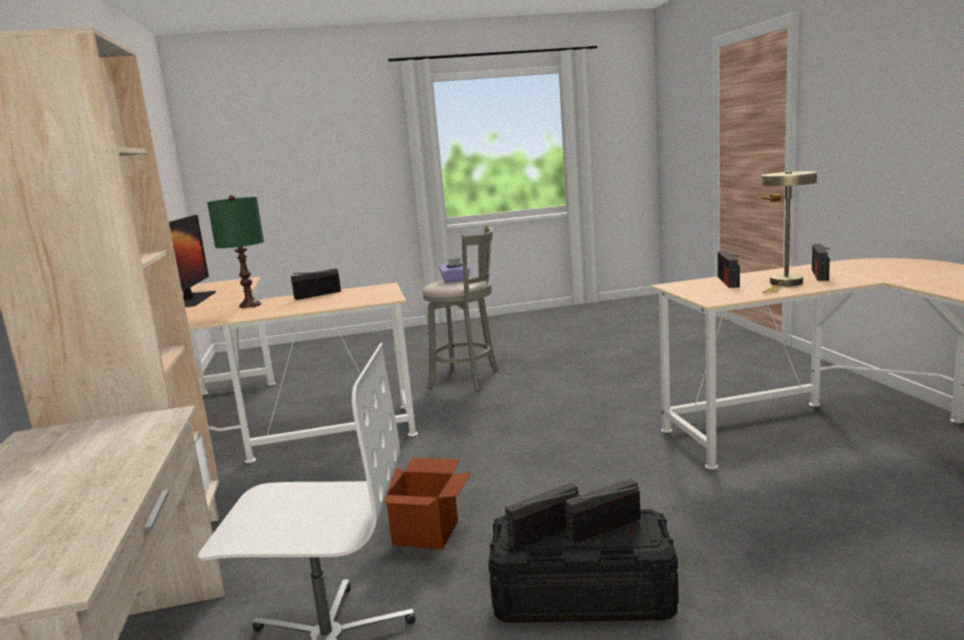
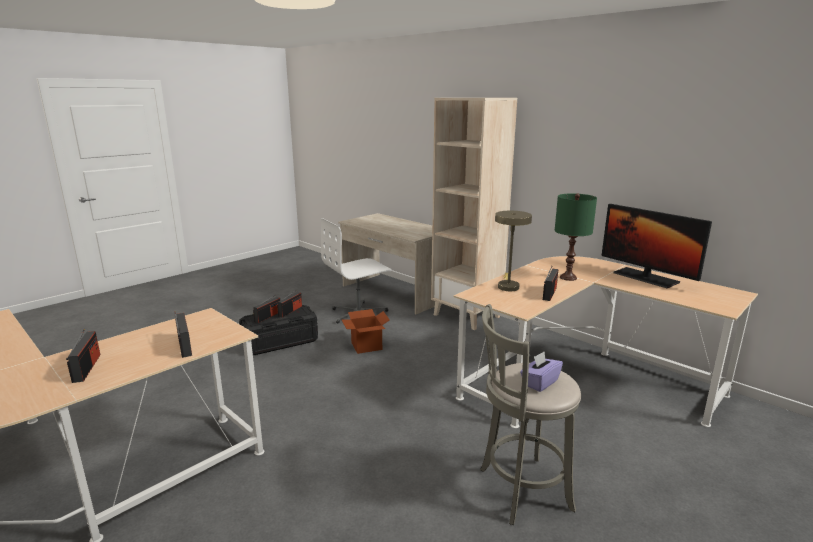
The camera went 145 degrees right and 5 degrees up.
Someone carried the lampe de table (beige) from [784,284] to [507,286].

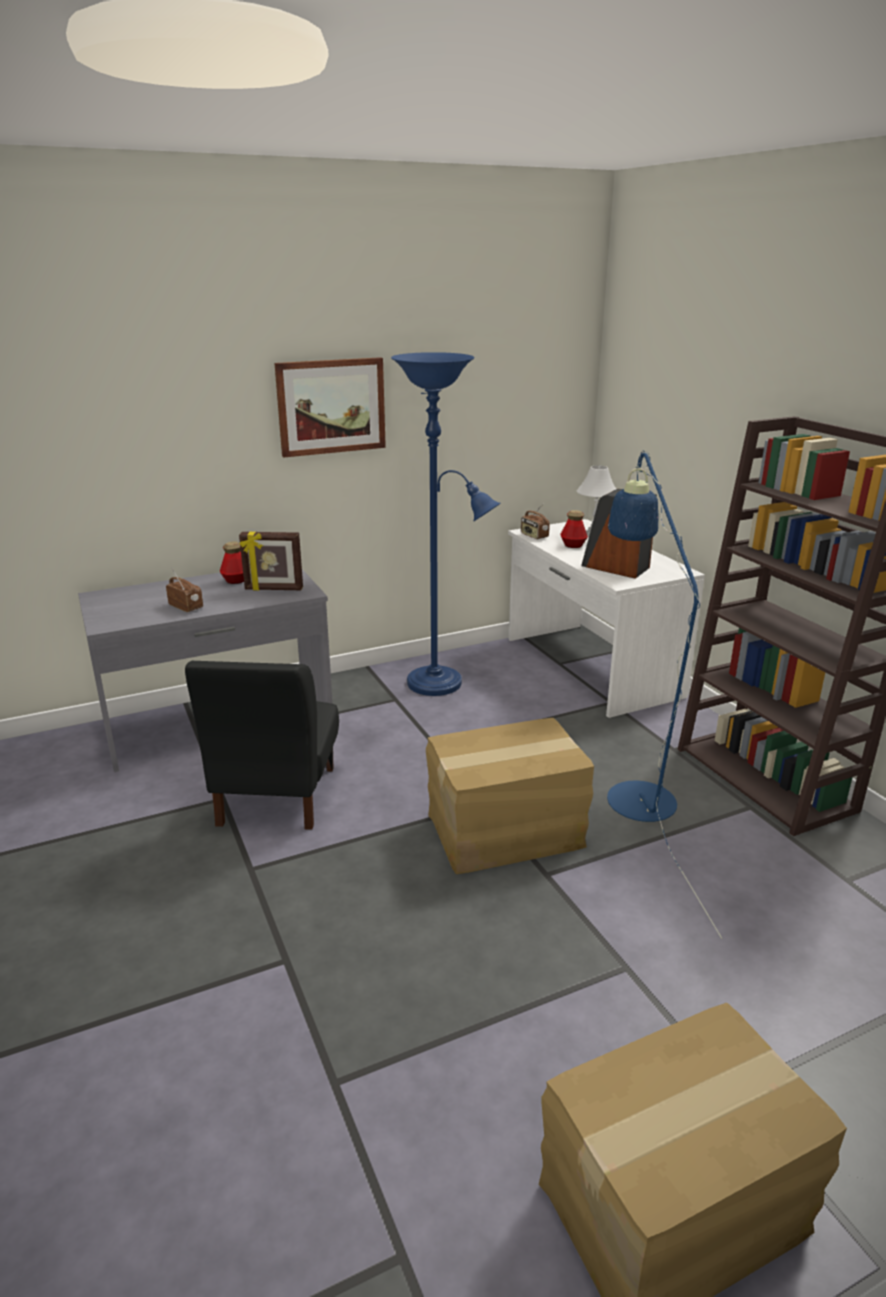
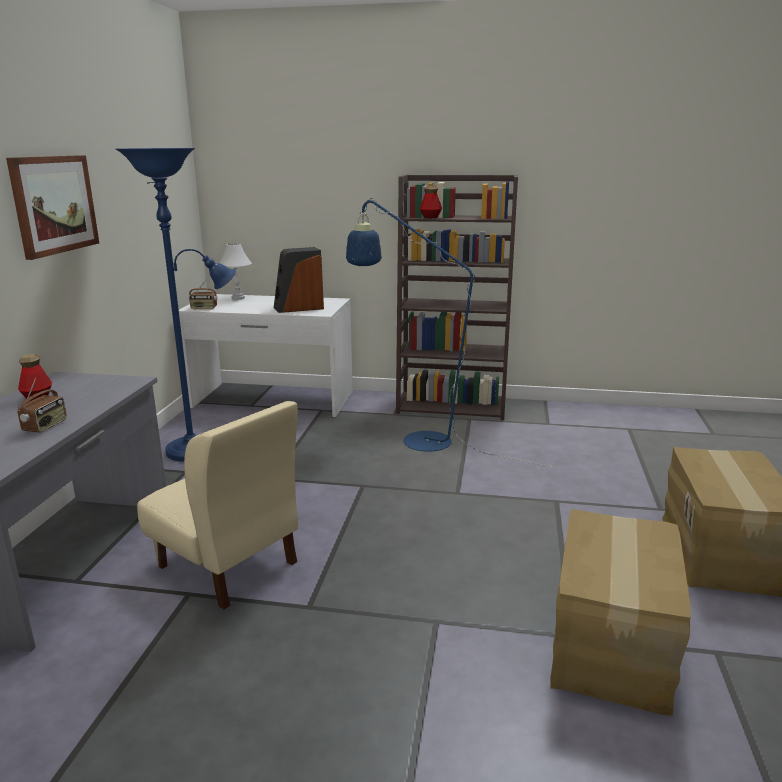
The camera went 55 degrees left and 5 degrees down.
Someone rotated the radio at [186,607] by 120 degrees clockwise.
Someone repainted the chaise (noir) at [276,796], which became the chaise (beige) at [228,565].
Someone carried the bouteille from [573,545] to [430,217].
Someone carried the carton from [505,832] to [613,646].
Someone took away the cadre photo at [273,589].

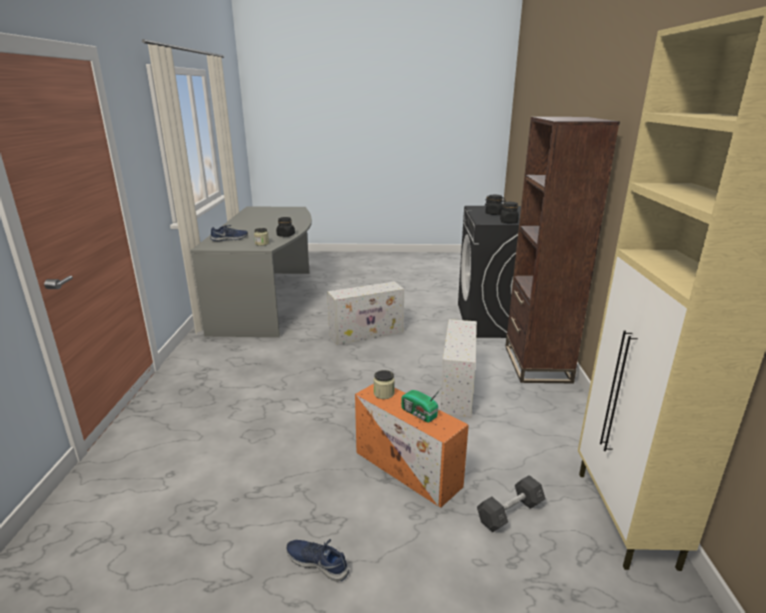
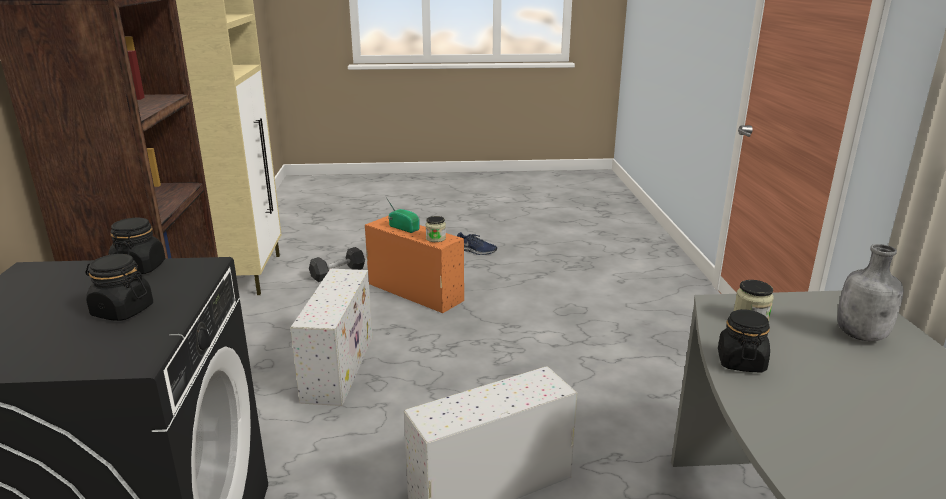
The camera went 175 degrees right and 0 degrees up.
Someone swapped the chaussure (bleu) at [230,239] for the bouteille (gris) at [862,335].

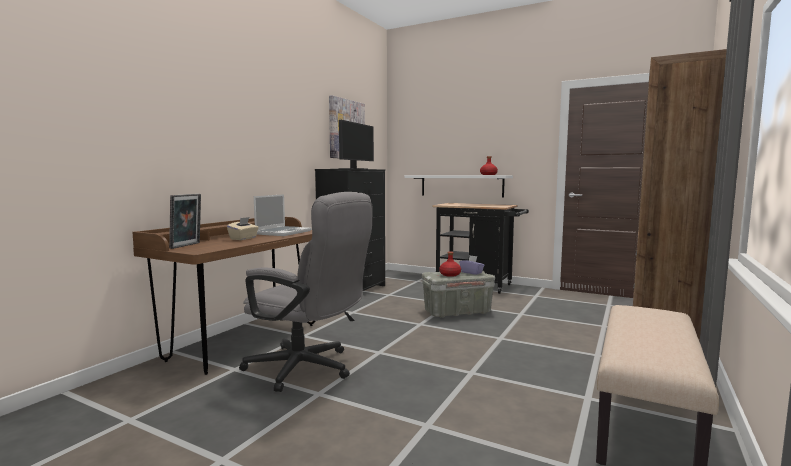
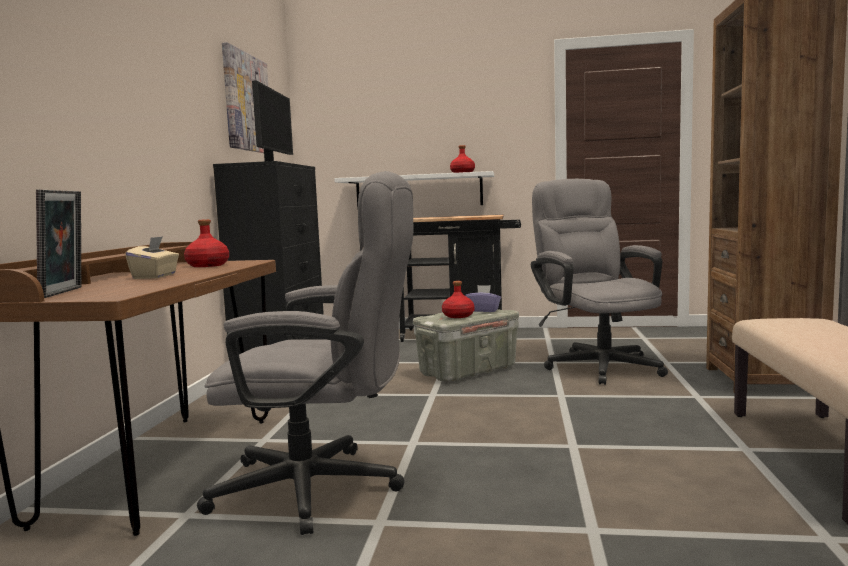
The camera went 20 degrees left and 0 degrees up.
Someone swapped the ordinateur portable at [283,232] for the bouteille (rouge) at [207,265].
Someone put down the chaise de bureau (gris) at [597,364].

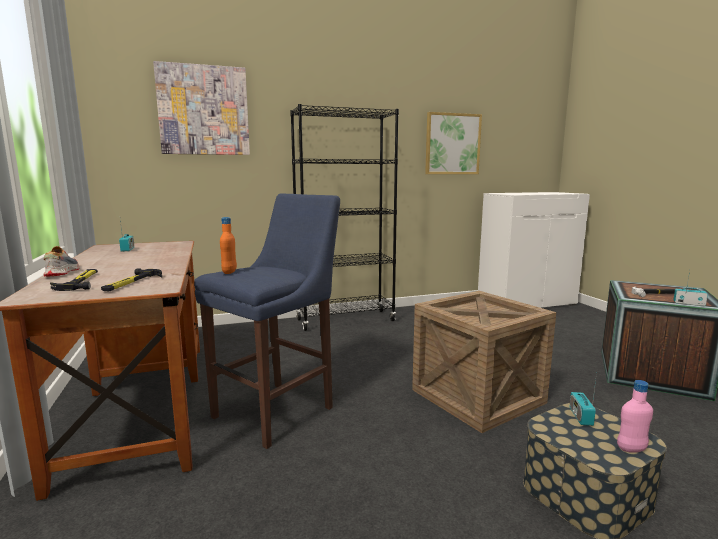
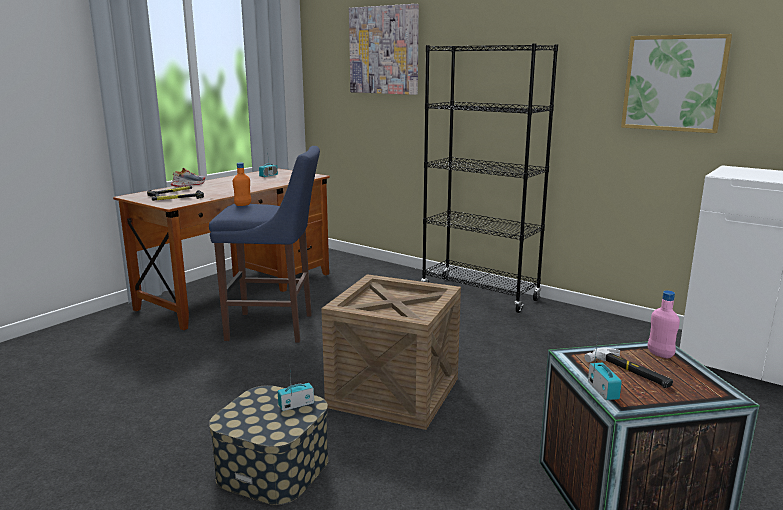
The camera went 55 degrees right and 5 degrees up.
Someone carried the bouteille (rose) from [631,449] to [660,354].

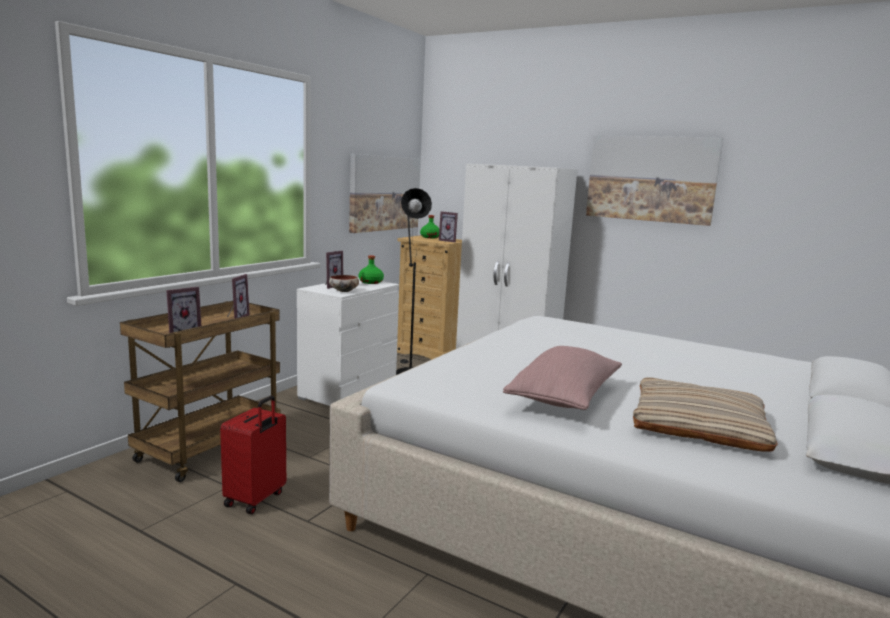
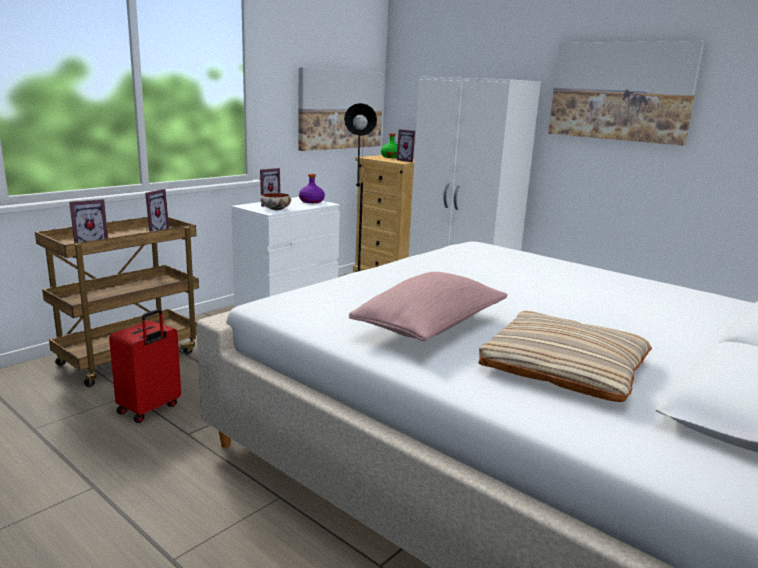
The camera went 10 degrees right and 5 degrees up.
Someone repainted the bouteille (vert) at [370,282], which became the bouteille (violet) at [311,201].

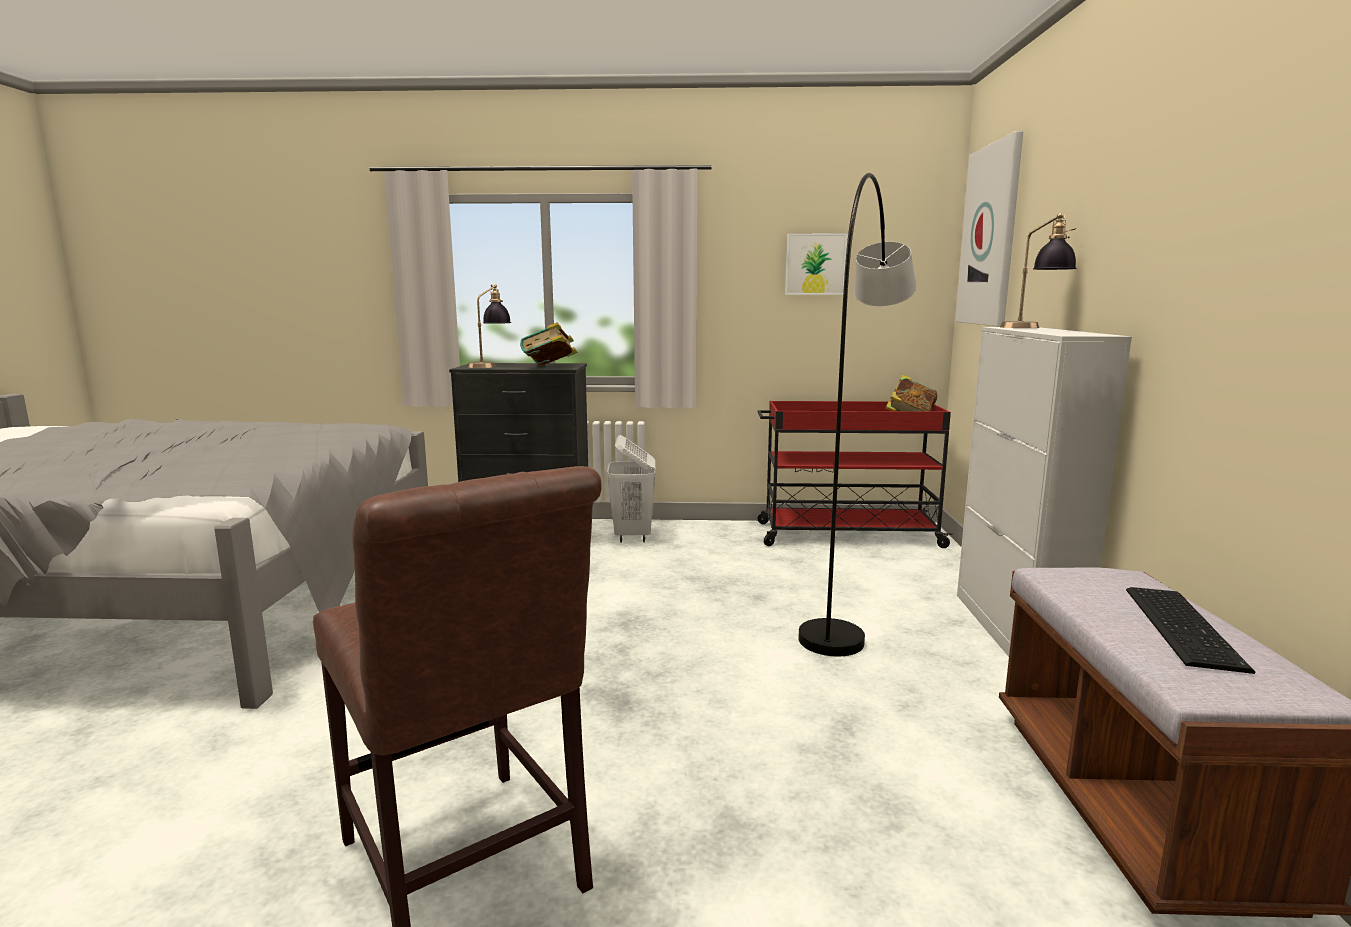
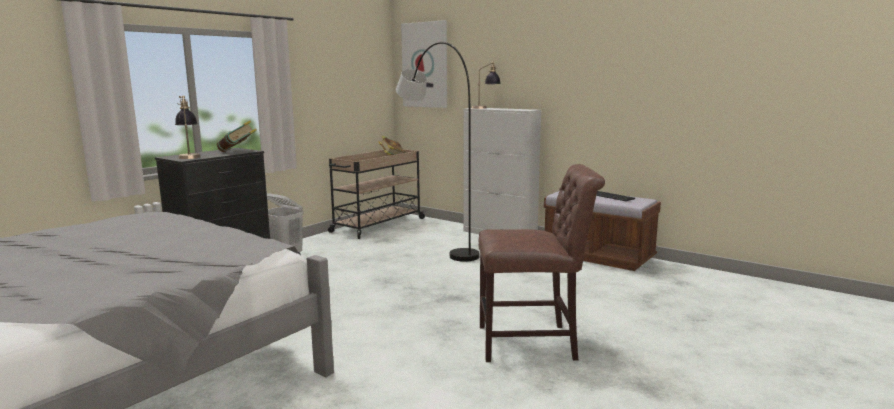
The camera went 55 degrees left and 0 degrees up.
Someone repainted the chariot (rouge) at [846,535], which became the chariot (beige) at [377,225].
Someone took away the tableau at [815,264].

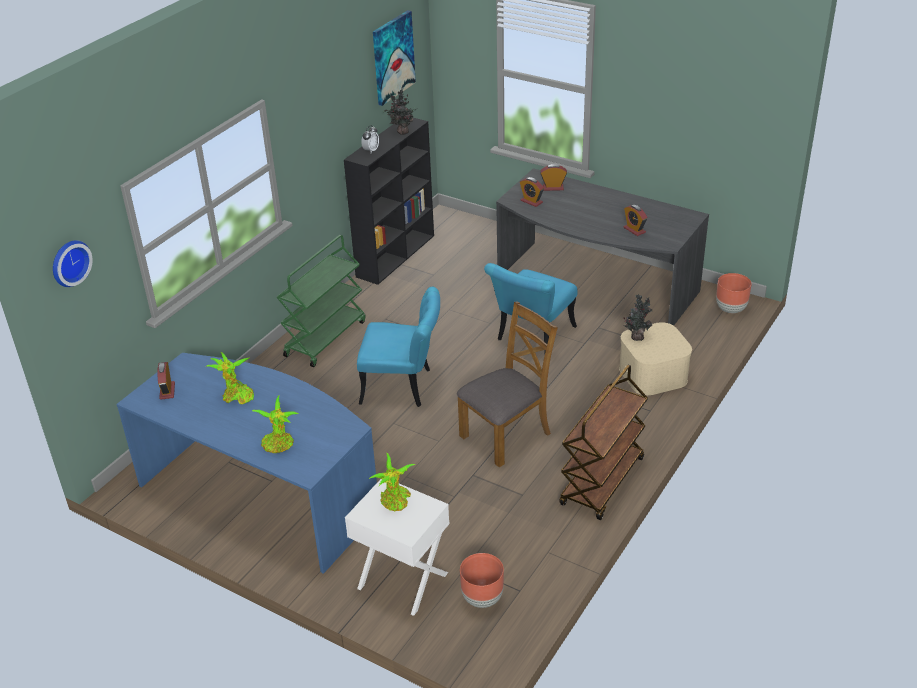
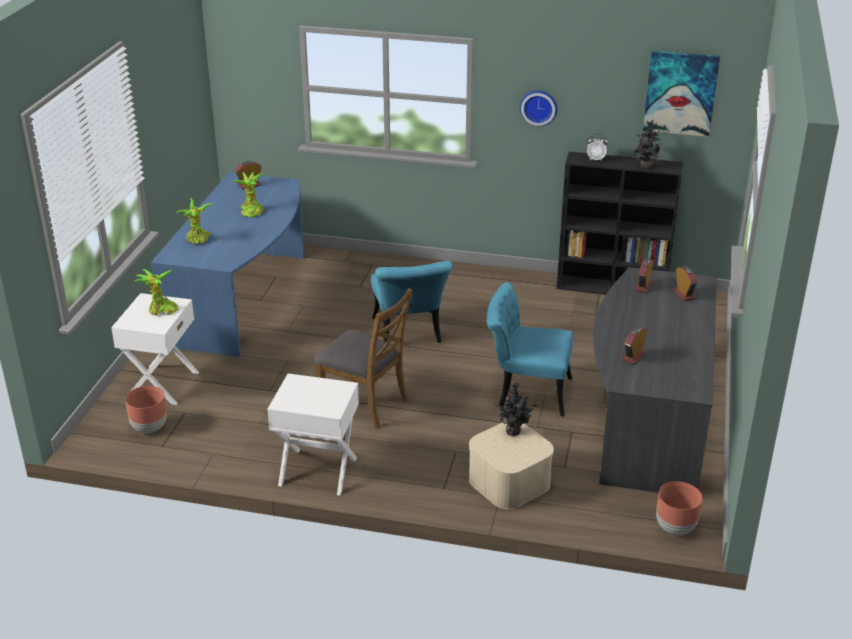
The camera went 70 degrees right and 5 degrees down.
Someone swapped the chariot (marron) at [602,482] for the table de chevet (blanc) at [317,472].
Someone carried the horloge murale from [69,262] to [539,107].
Someone took away the chariot (vert) at [325,338].

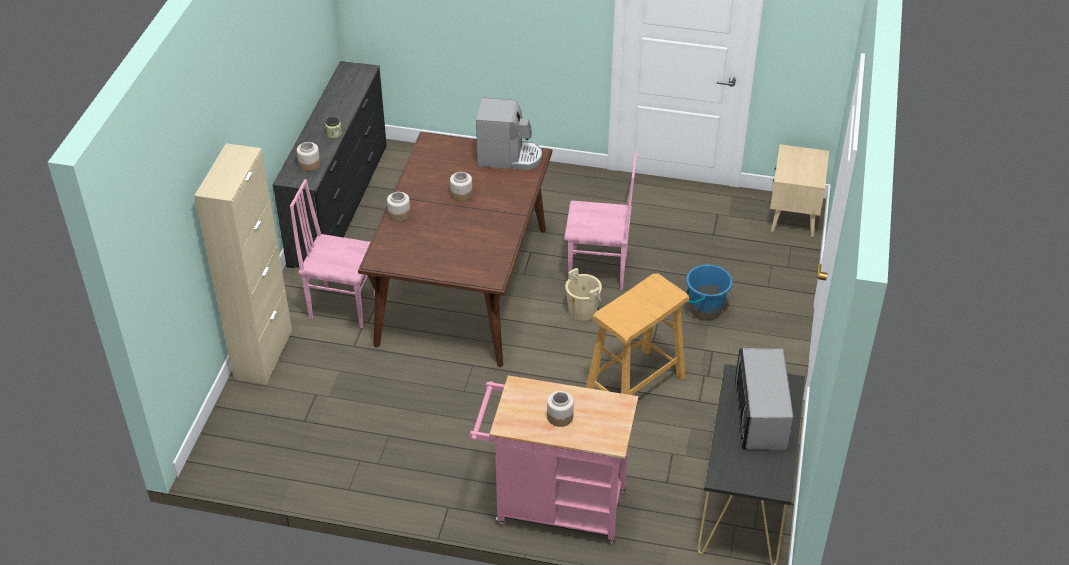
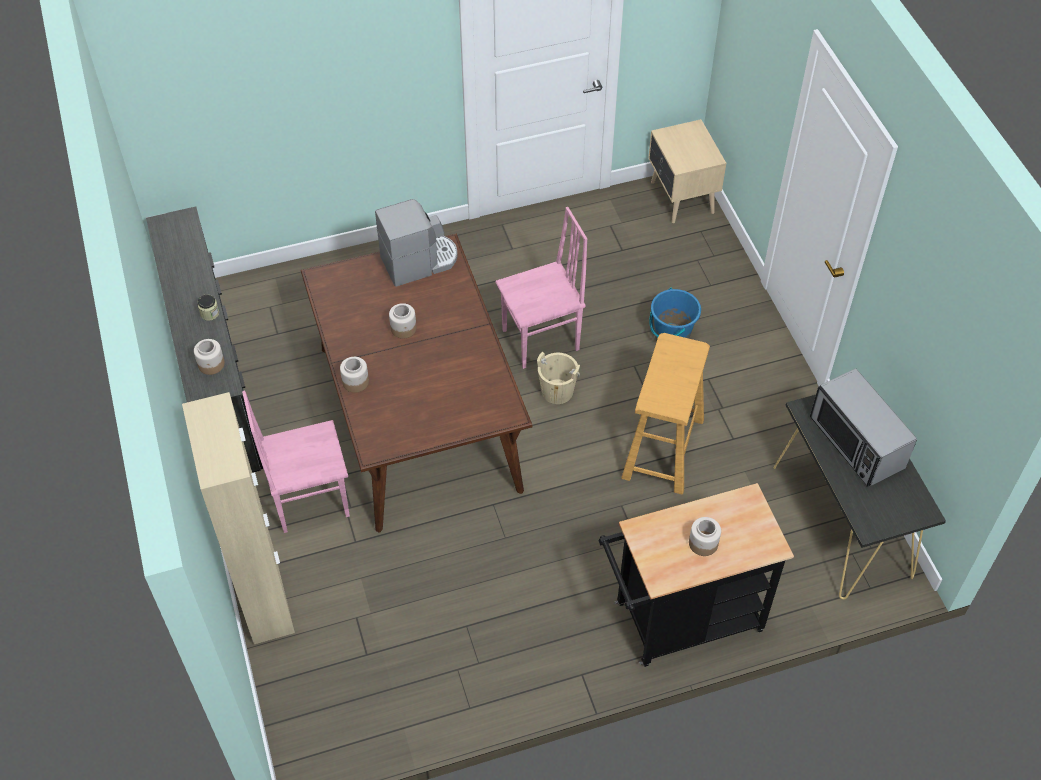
The camera went 30 degrees left and 10 degrees up.
Someone repainted the chariot (rose) at [553,506], which became the chariot (noir) at [680,620].

